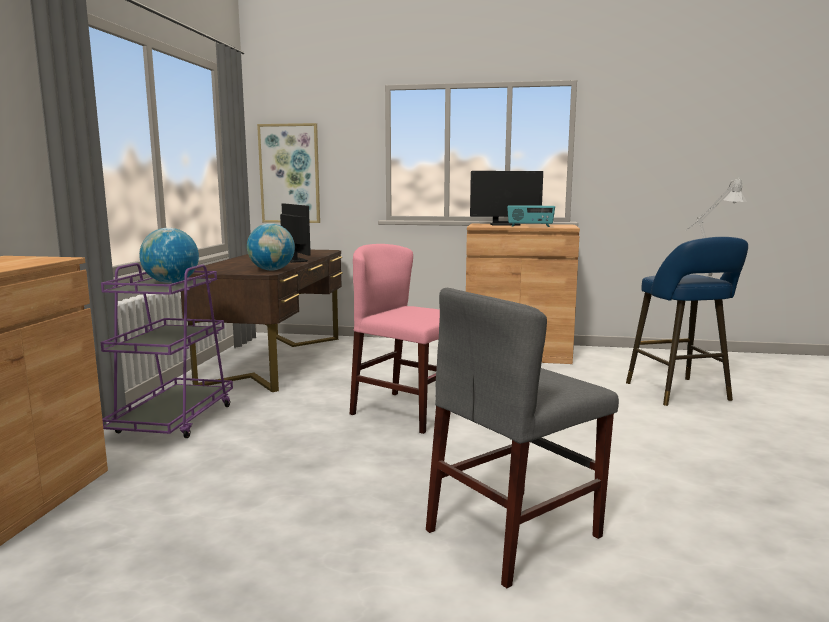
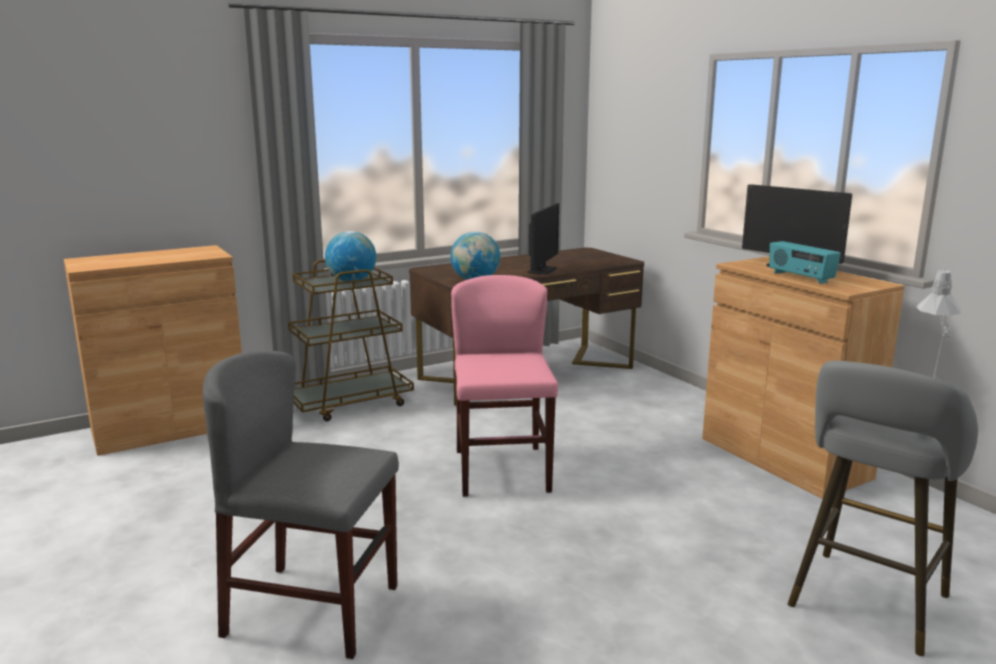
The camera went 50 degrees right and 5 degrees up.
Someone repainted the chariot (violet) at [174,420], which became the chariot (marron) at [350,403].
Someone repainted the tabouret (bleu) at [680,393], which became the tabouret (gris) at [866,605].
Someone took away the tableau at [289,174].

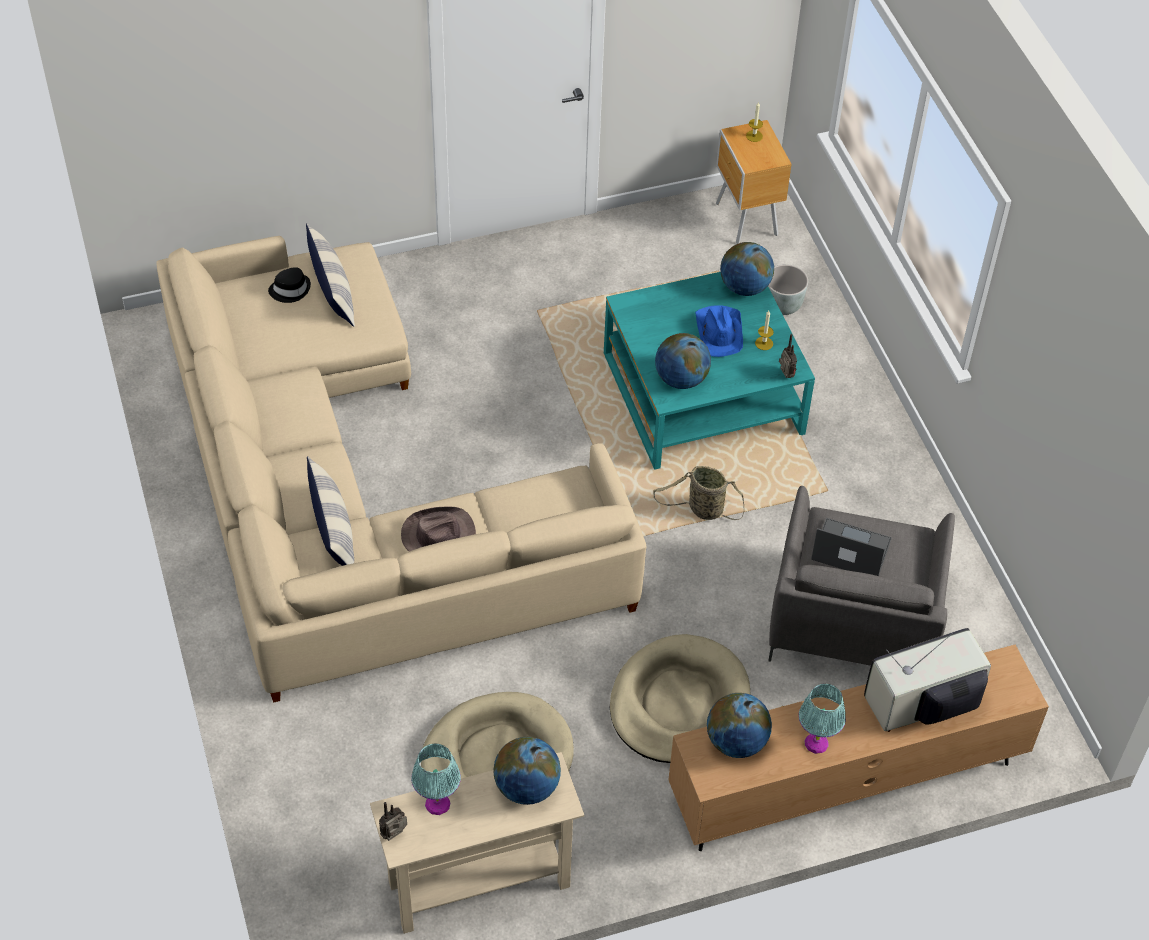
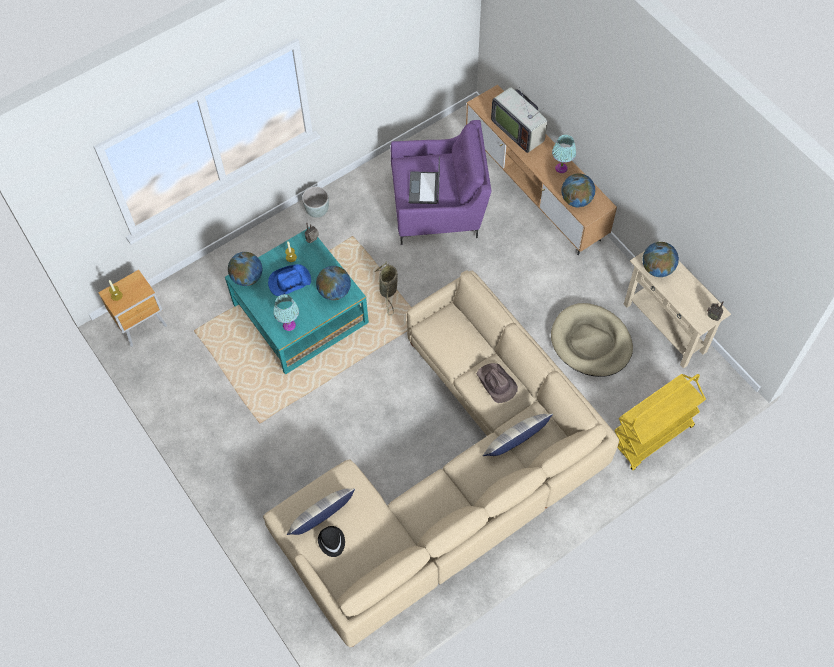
The camera went 105 degrees left and 10 degrees up.
Someone carried the lampe de table (turquoise) from [437,804] to [289,325].
Someone carried the cache-pot (gris) from [782,305] to [317,211].
Someone repainted the fauteuil (gris) at [851,625], which became the fauteuil (violet) at [439,207].
Someone put down the chariot (jaune) at [651,436].
Someone took away the panier pour chien (beige) at [678,703].

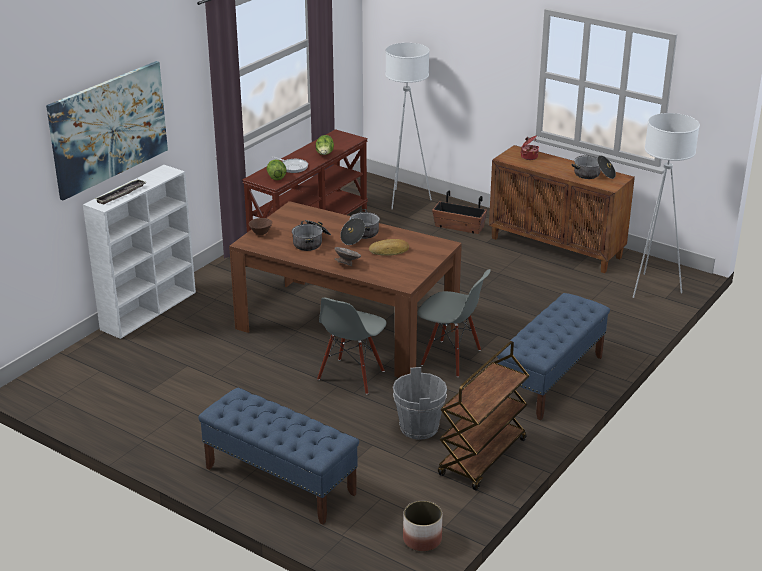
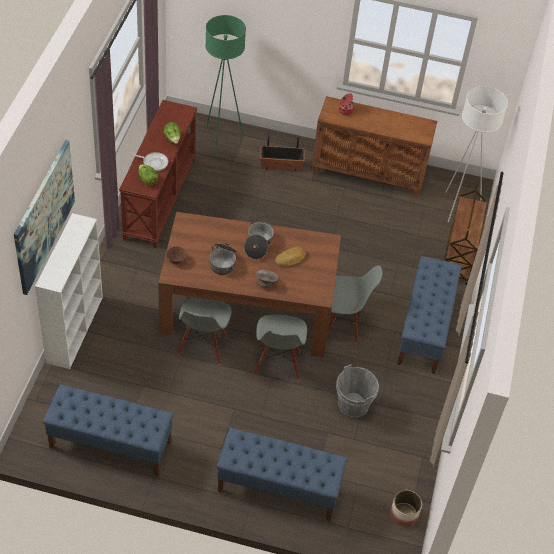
The camera went 25 degrees left and 20 degrees up.
Someone put down the banc (bleu) at [110,445].
Someone put down the chaise (gris) at [203,346].
Someone repainted the lampadaire (blanc) at [405,199], which became the lampadaire (vert) at [221,138].
Someone carried the chariot (marron) from [483,458] to [458,258].
Someone took away the plateau at [121,194].
Someone took away the marmite at [593,175].

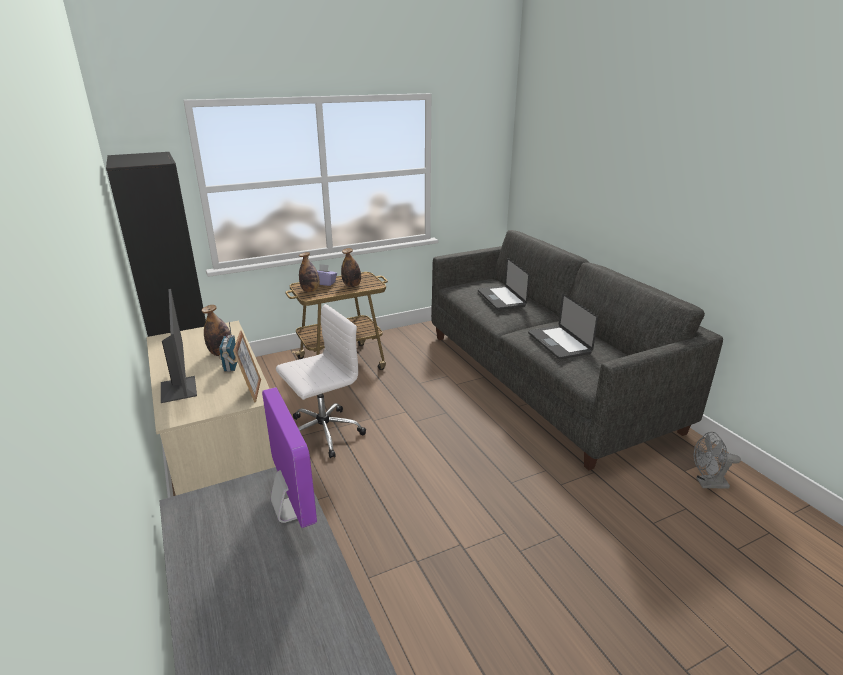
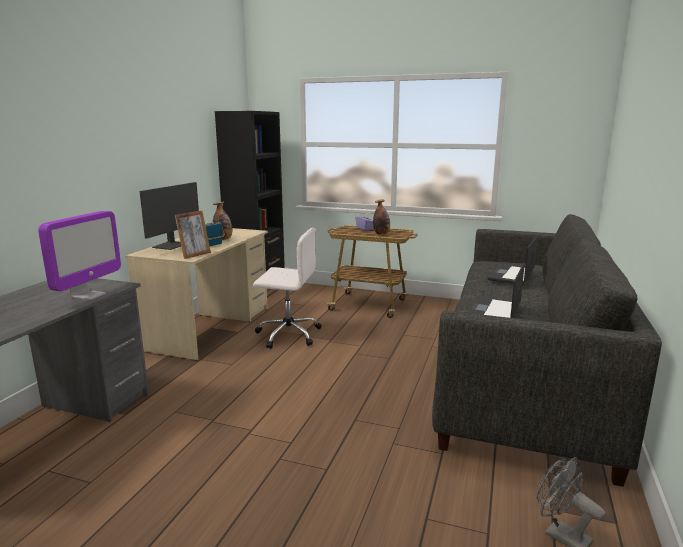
The camera went 45 degrees right and 10 degrees down.
Someone took away the bouteille at [310,291].

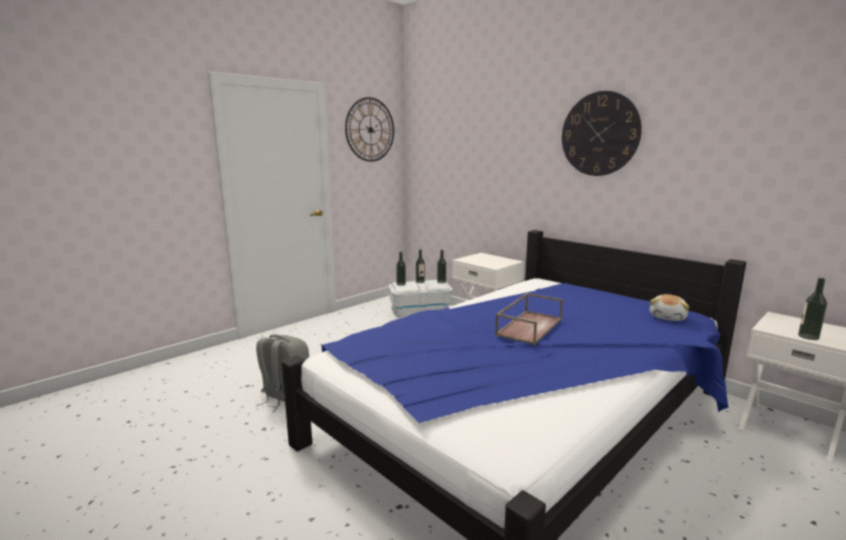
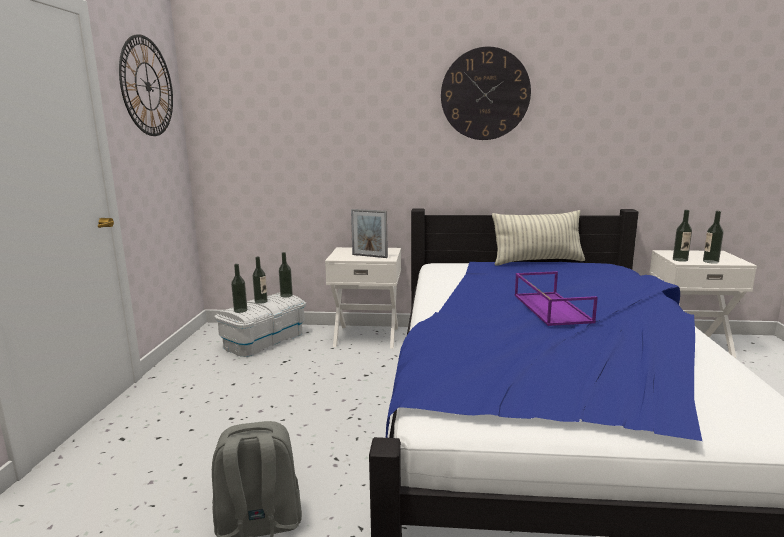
The camera went 40 degrees left and 0 degrees up.
Someone put down the cadre photo at [369,256].
Someone put down the coussin at [537,261].
Someone repainted the plateau (marron) at [529,326], which became the plateau (violet) at [550,308].
Someone put down the bouteille at [680,259].
Someone took away the peluche at [668,317].

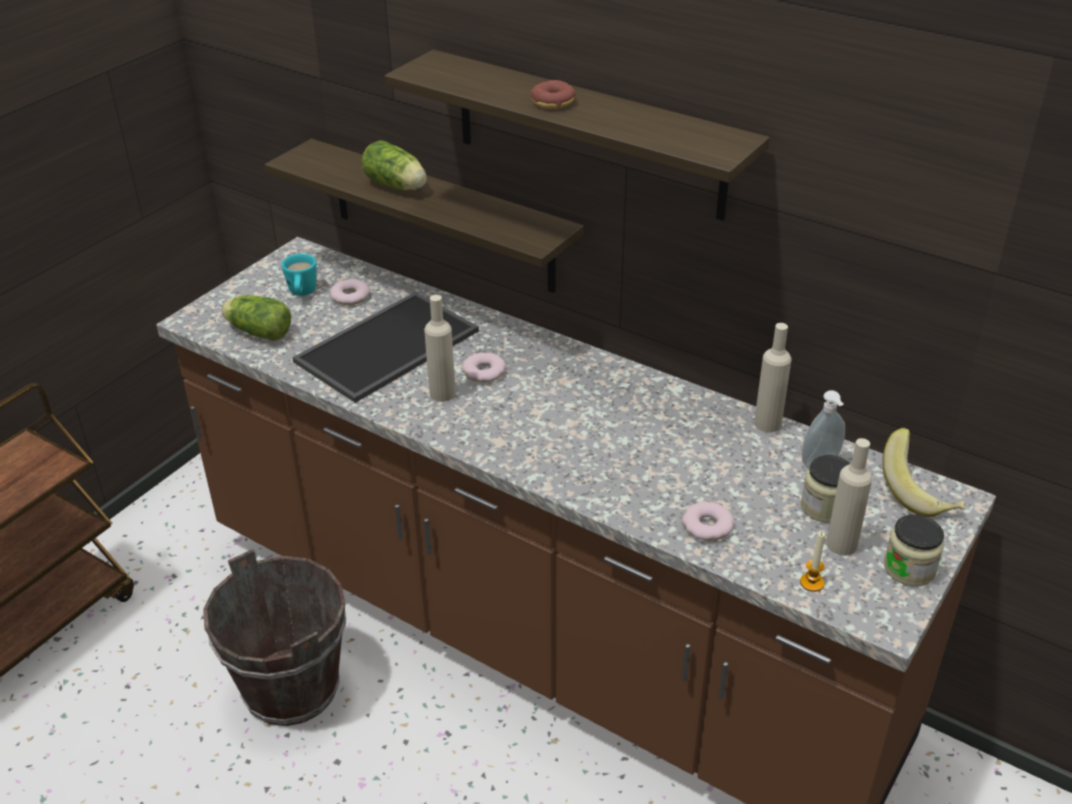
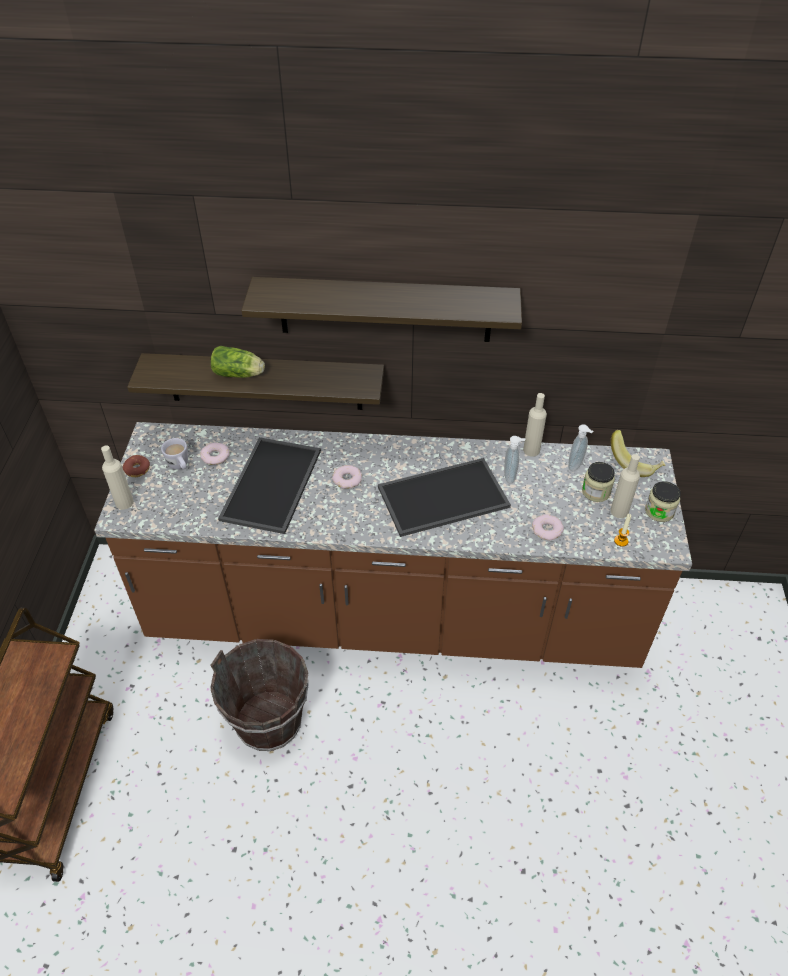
The camera went 30 degrees left and 10 degrees up.
Someone carried the bouteille (beige) from [442,393] to [124,502].
Someone carried the beignet from [553,102] to [137,469].
Someone repainted the mug (turquoise) at [302,294], which became the mug (blanc) at [180,466].
Someone put down the plateau at [442,499].
Someone put down the distributeur de savon at [511,476].
Someone took away the laitue at [257,331].

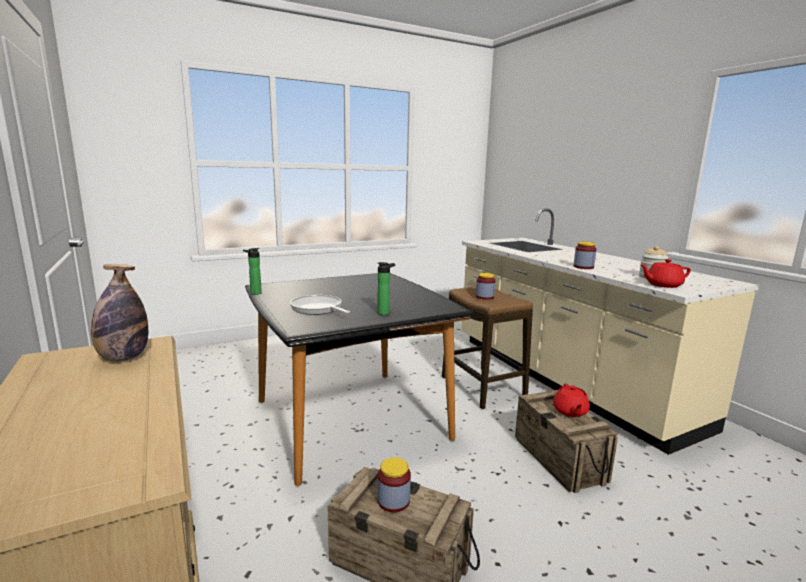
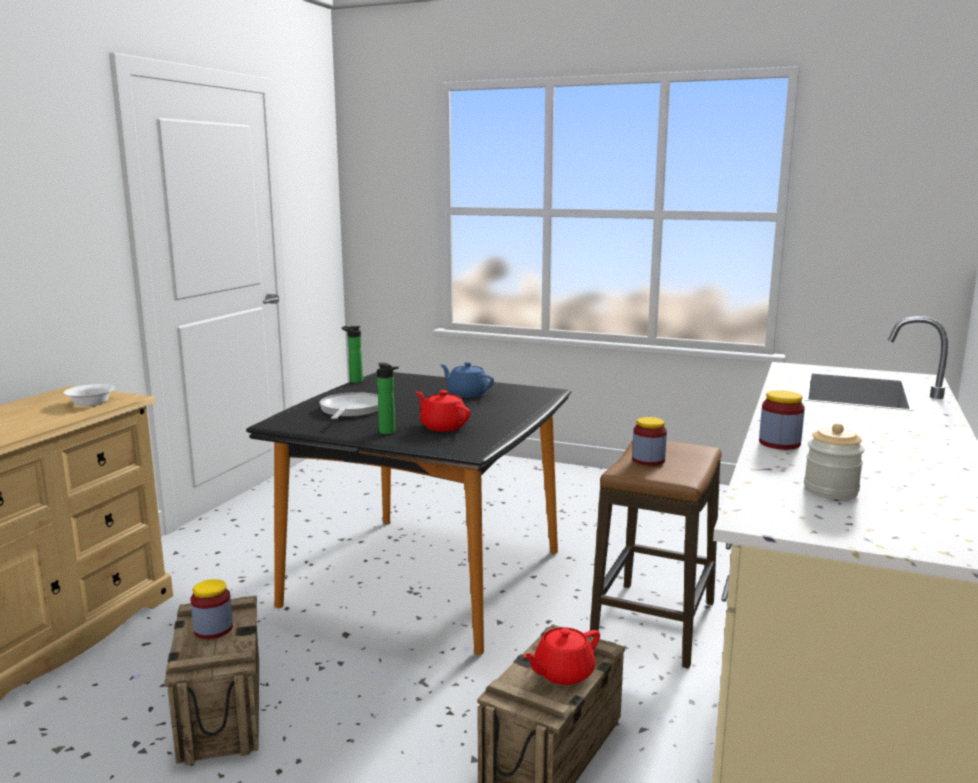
The camera went 50 degrees right and 0 degrees up.
Someone swapped the bouteille at [123,358] for the bol (blanc) at [90,402].
Someone carried the théière (rouge) from [662,285] to [443,426].
Someone put down the théière (bleu) at [467,394].

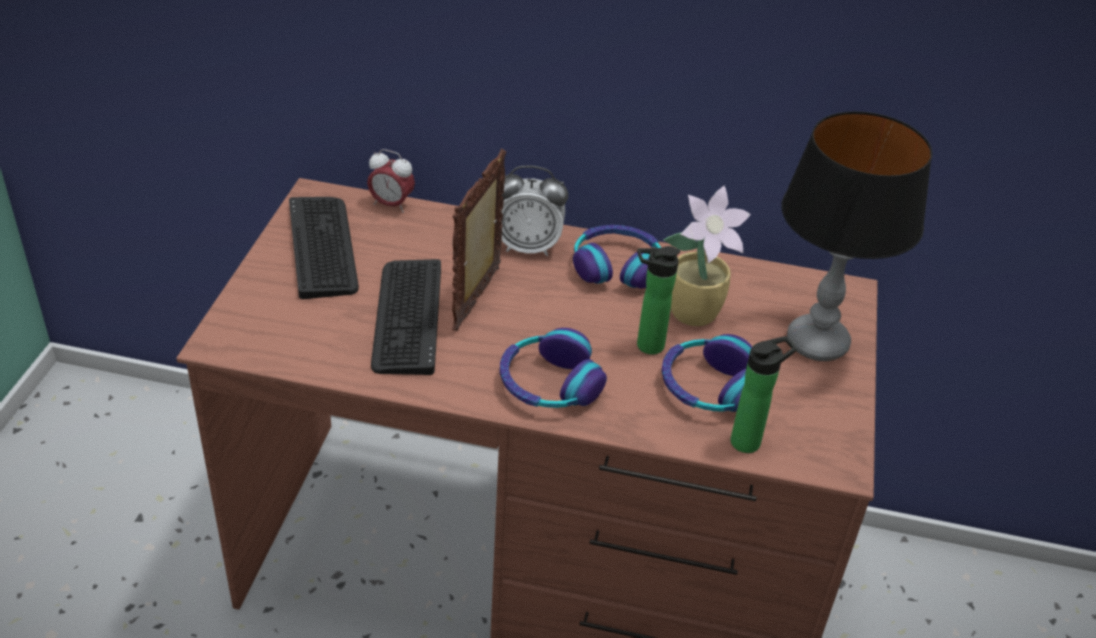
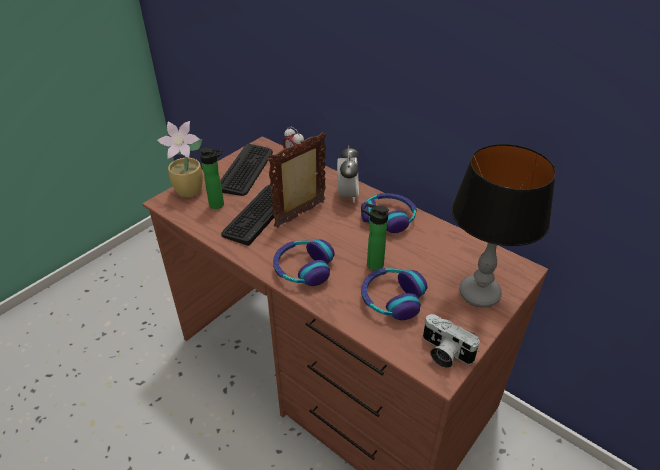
The camera went 30 degrees right and 0 degrees up.
Someone carried the plante en pot from [696,313] to [190,191].
Someone carried the bouteille from [749,441] to [219,204].
Someone rotated the réveil at [528,247] by 120 degrees counterclockwise.
Someone put down the appareil photo at [444,353].

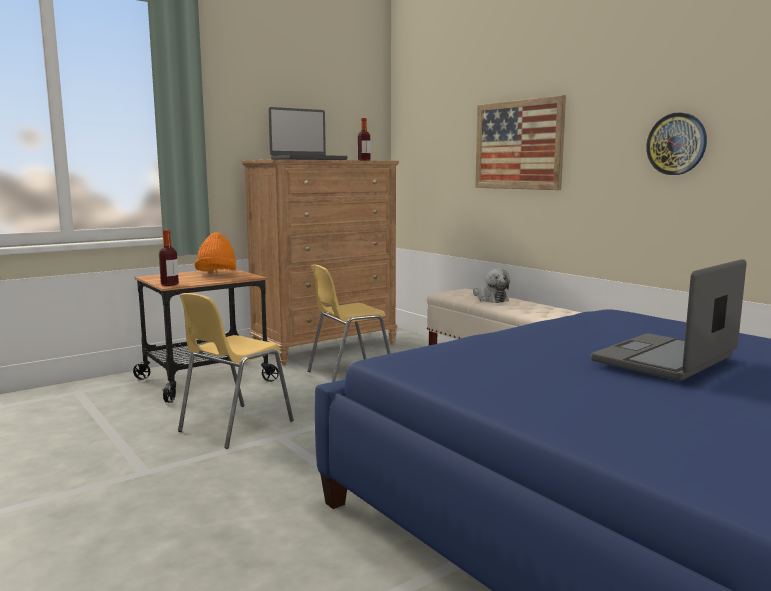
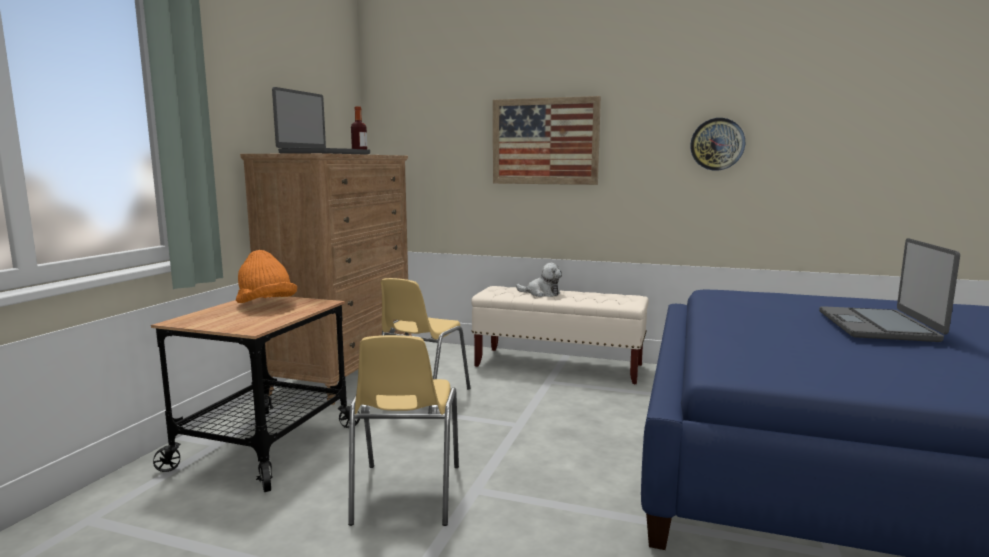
The camera went 35 degrees left and 0 degrees up.
Someone took away the bouteille at [169,284].

